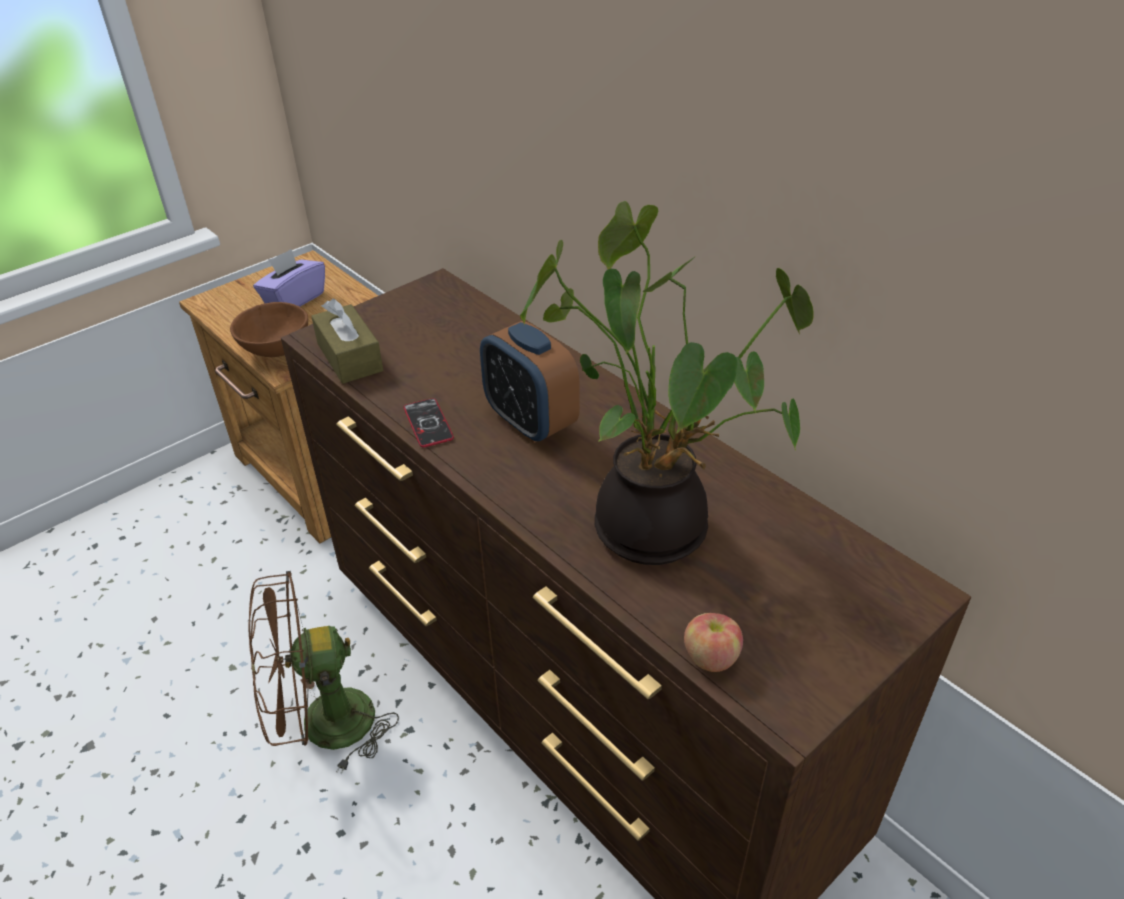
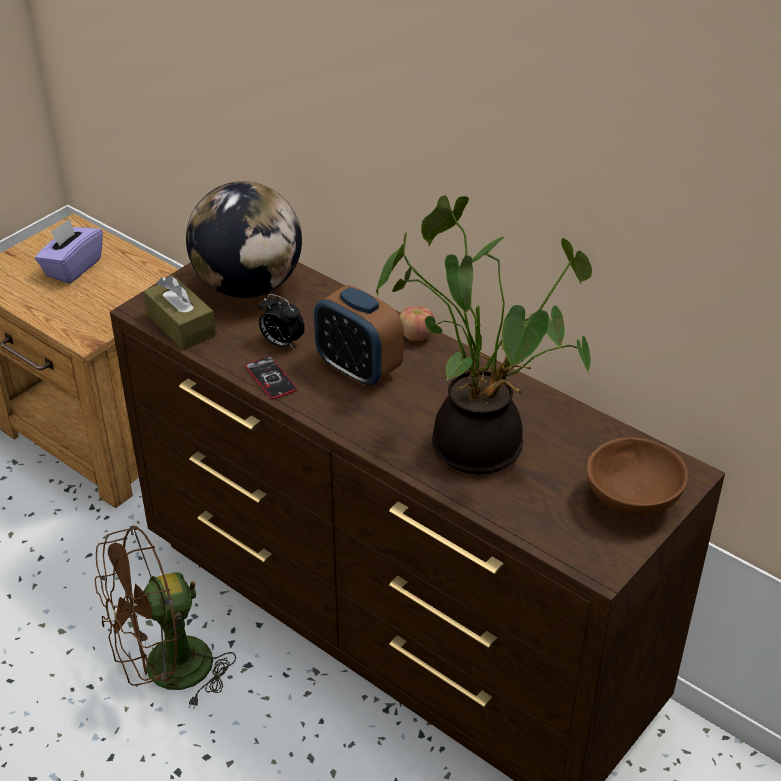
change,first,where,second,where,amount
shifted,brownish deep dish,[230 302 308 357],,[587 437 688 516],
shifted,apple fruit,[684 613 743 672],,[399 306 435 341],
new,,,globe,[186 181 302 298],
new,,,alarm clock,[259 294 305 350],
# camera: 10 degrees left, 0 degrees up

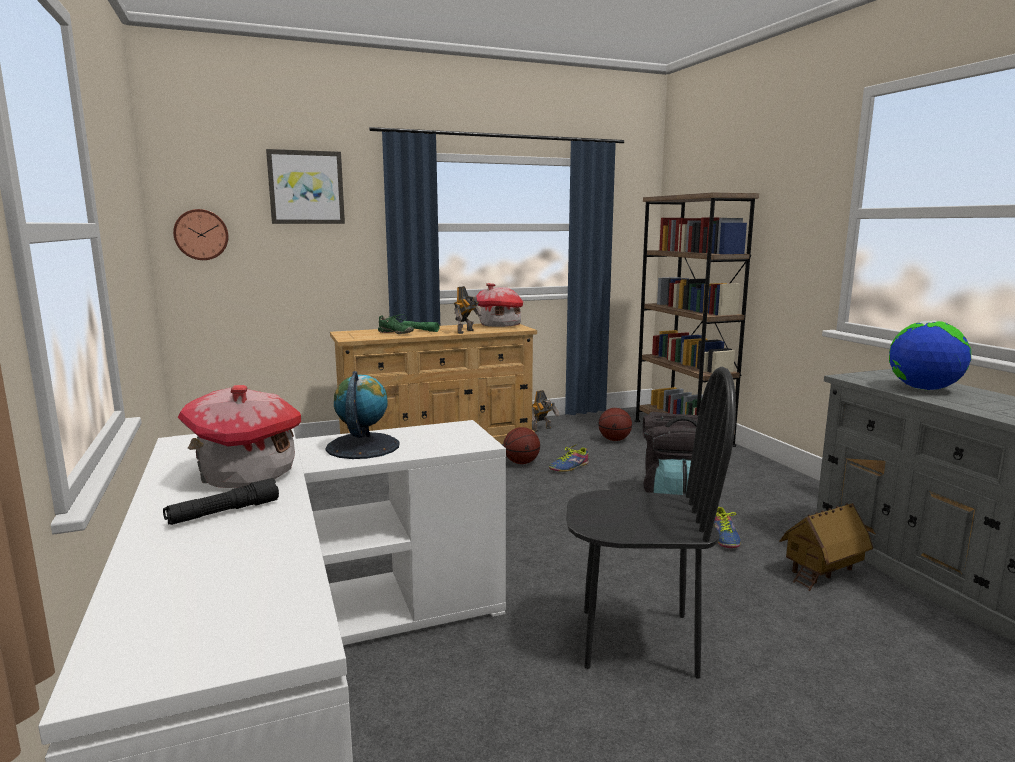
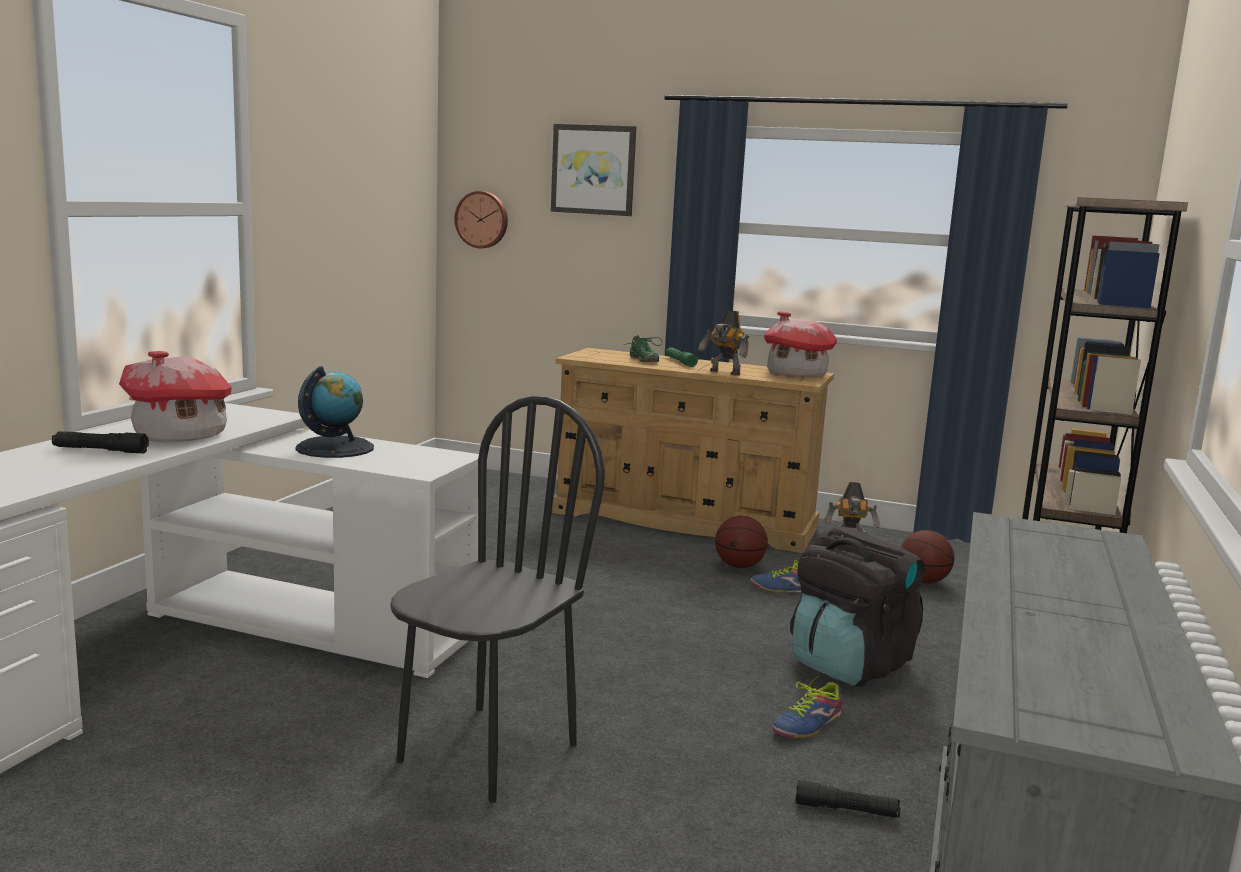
change,first,where,second,where,amount
rotated,toy robot,[454 286 482 334],,[698 310 749 375],60 degrees clockwise
gone,globe,[889 321 971 391],,,
rotated,black plain chair,[566 367 736 679],,[390 396 605 803],105 degrees counterclockwise
swapped,miniature house,[780 503 873 591],black flashlight,[795 780 900 818],
# camera: 40 degrees right, 0 degrees up

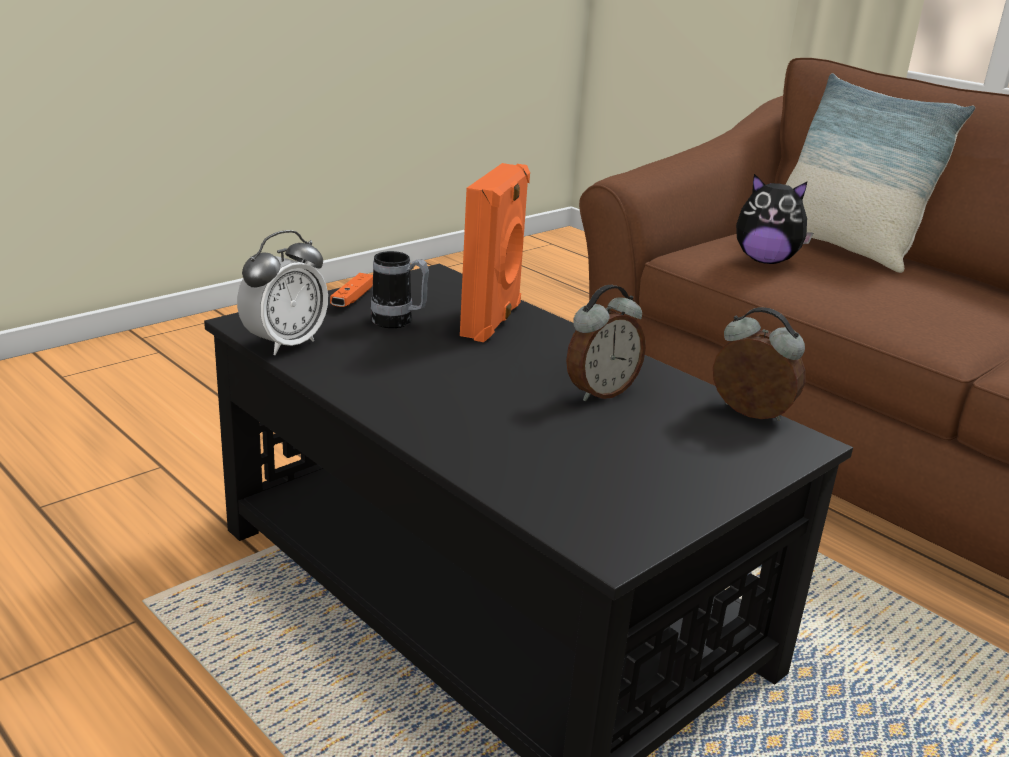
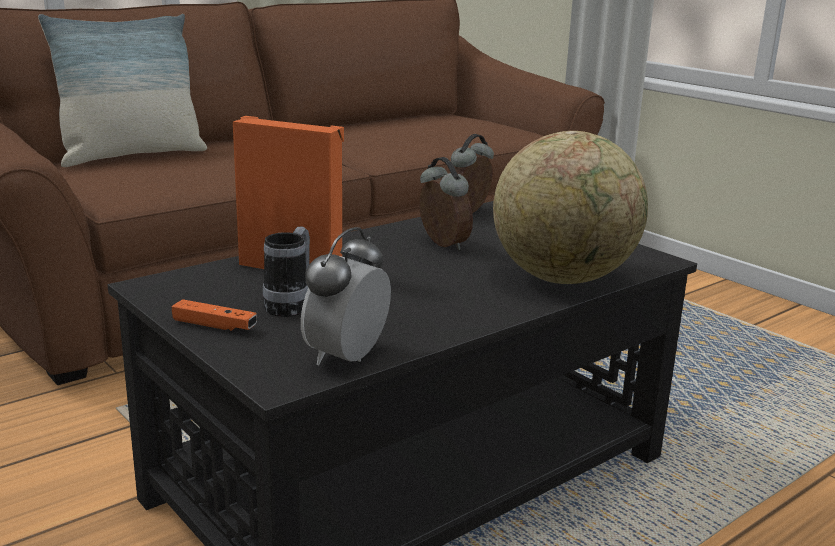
change,first,where,second,where,amount
gone,soft toy,[736 174 813 264],,,
rotated,alarm clock,[237 230 328 355],,[301 227 391 365],105 degrees counterclockwise
new,,,globe,[493 131 648 284],
# camera: 85 degrees left, 5 degrees down

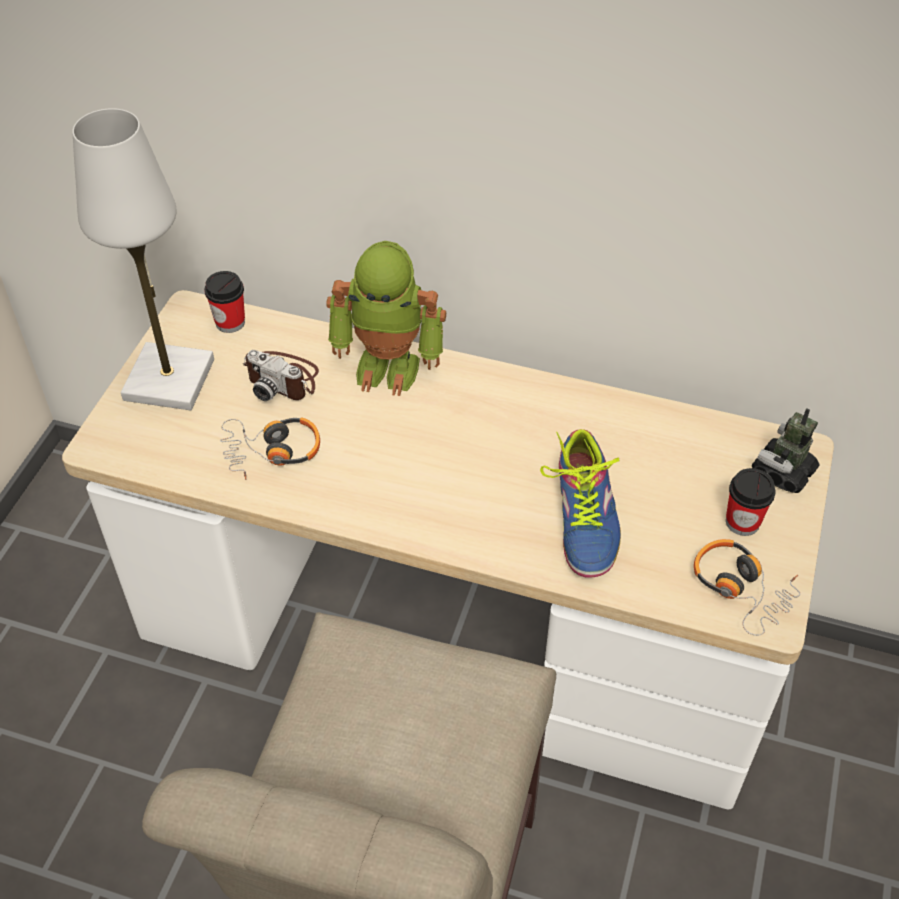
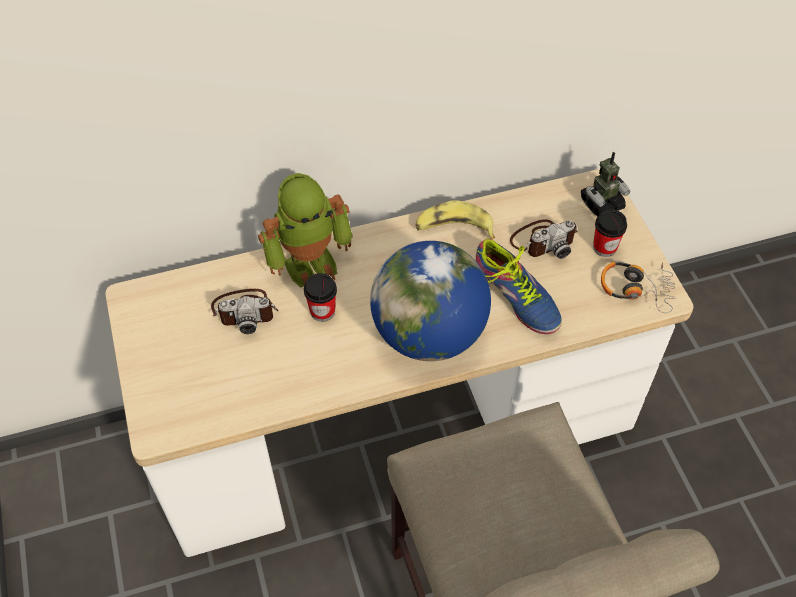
change,first,where,second,where,amount
gone,white tabletop lamp,[72 108 214 410],,,
shifted,drinking cup,[204 271 245 333],,[304 273 337 322],
rotated,toy robot,[752 408 820 493],,[581 152 630 216],120 degrees counterclockwise
gone,pair of headphones,[220 417 320 480],,,
new,,,whole banana,[415 200 495 239],
new,,,photo camera,[510 219 578 259],
new,,,globe,[370 241 491 361],
# camera: 35 degrees left, 5 degrees up

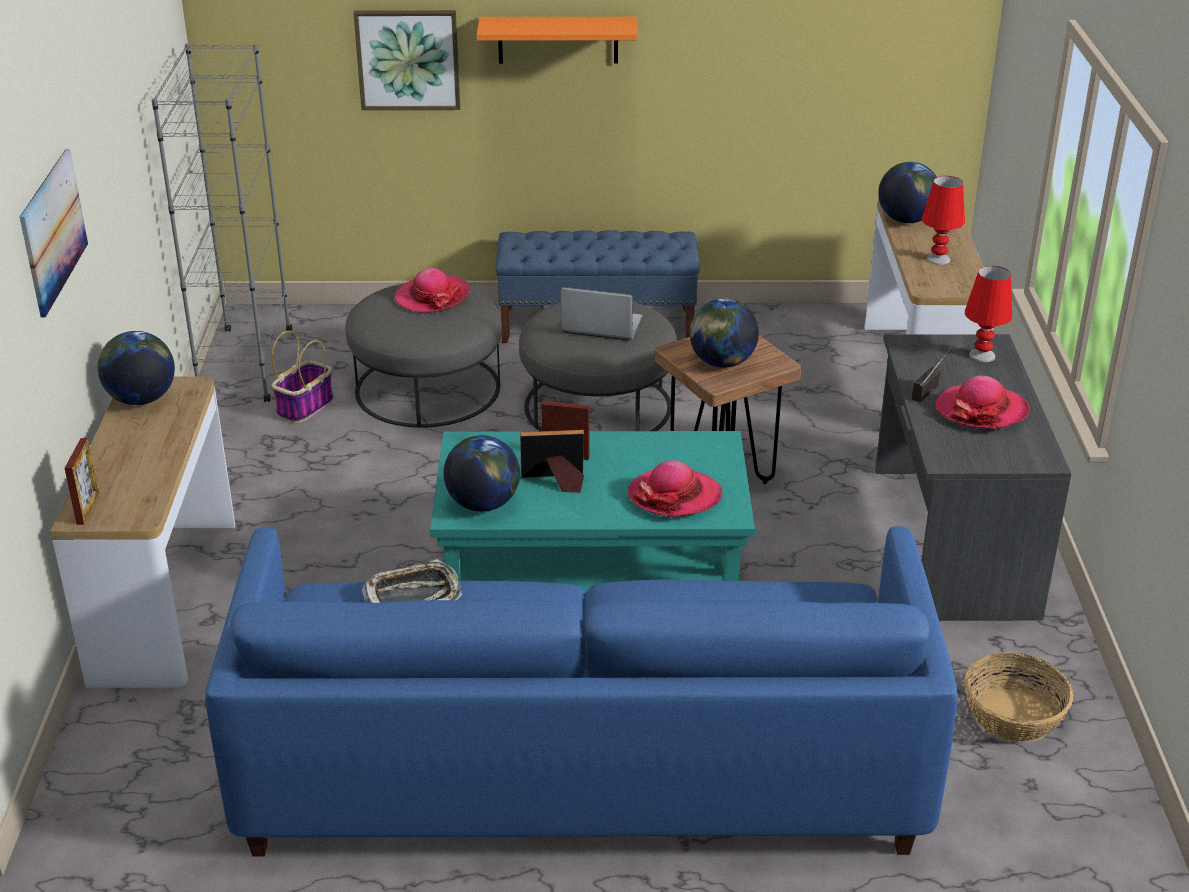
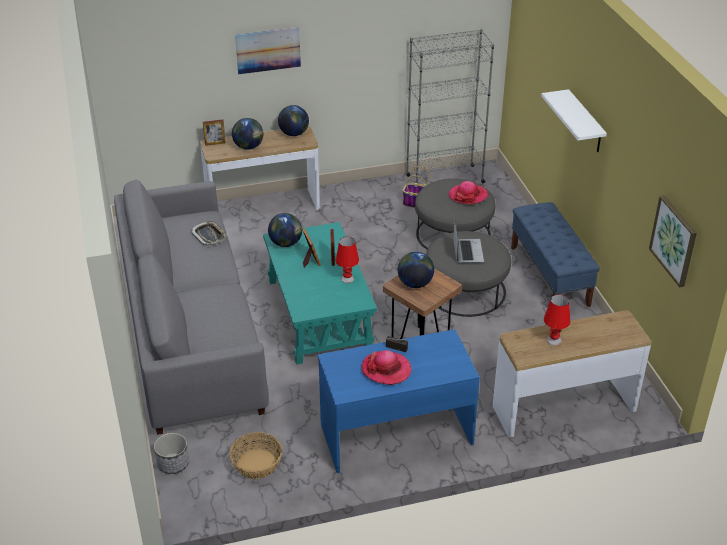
change,first,where,second,where,amount
shifted,wall art,[353 10 460 110],,[649 195 697 288],
repainted,orange-coloured shelf,[477 17 638 64],white shelf,[541 89 607 152],
shifted,globe,[878 162 937 223],,[232 118 263 150],
shifted,red-coloured tabletop lamp,[965 266 1012 362],,[336 237 359 283],
repainted,grey desk unit,[875 334 1071 621],bluish desk unit,[318 329 480 473],
gone,hat,[628 460 722 517],,,
repainted,bluish couch,[205 526 958 857],grey couch,[114 180 269 435],
new,,,flower pot,[154 433 189 474],
# camera: 75 degrees right, 5 degrees up

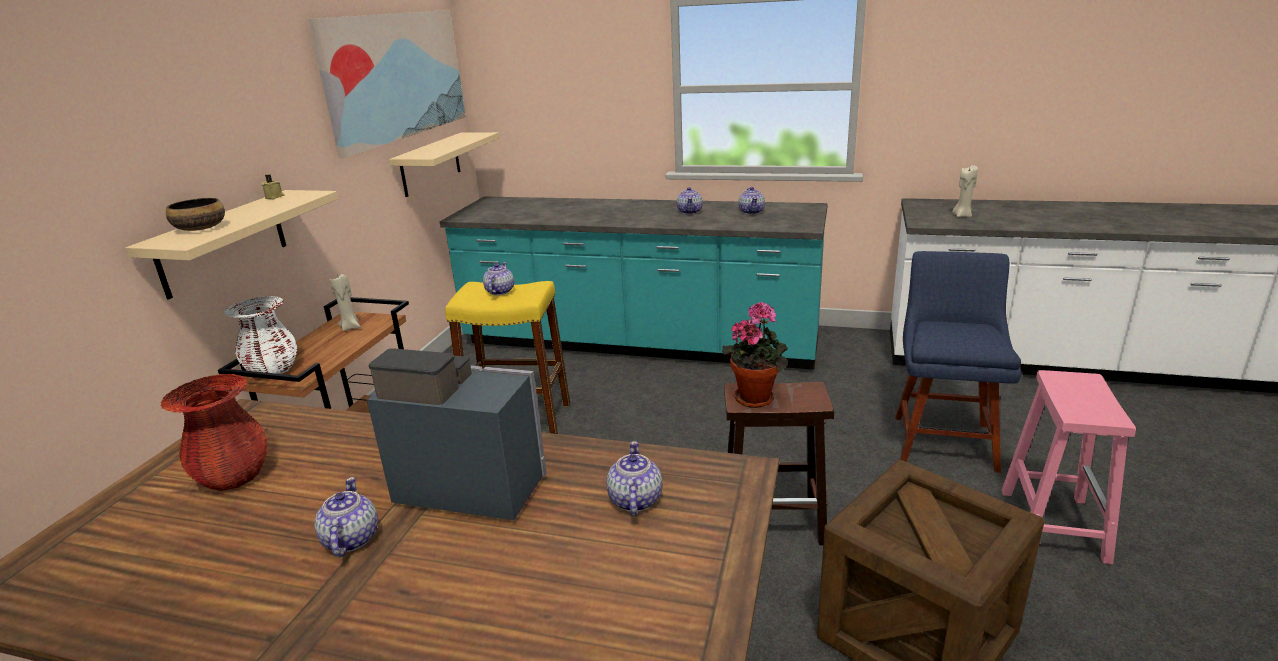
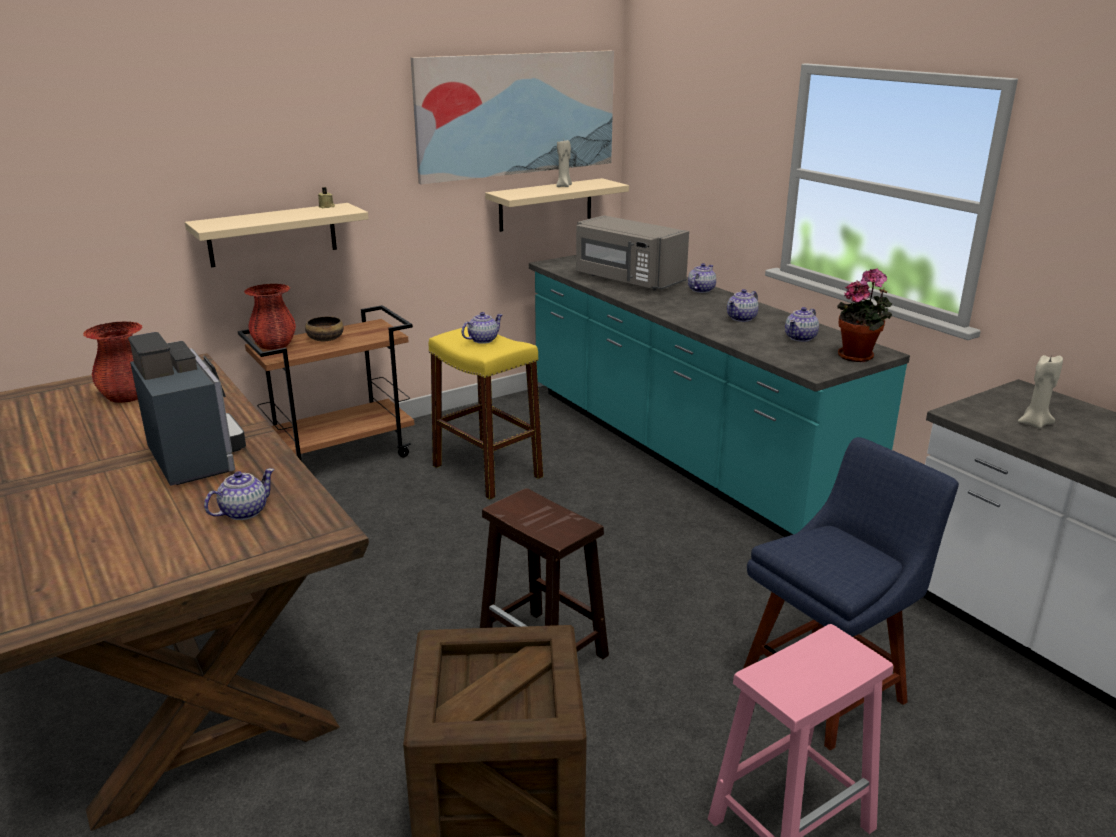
change,first,where,second,where,amount
shifted,deep dish,[166 198 225 231],,[305 316 344 341],
shifted,sand-coloured wax light,[330 274 361 331],,[556 140 572 187],
repainted,white decorative vase,[224 296 297 374],red-coloured decorative vase,[244 284 296 350],
shifted,houseplant,[722 302 788 408],,[837 268 892 362],
shifted,teapot,[314 477 378 558],,[688 263 716 293],
new,,,grey microwave,[576 215 689 291],
# camera: 40 degrees right, 0 degrees up

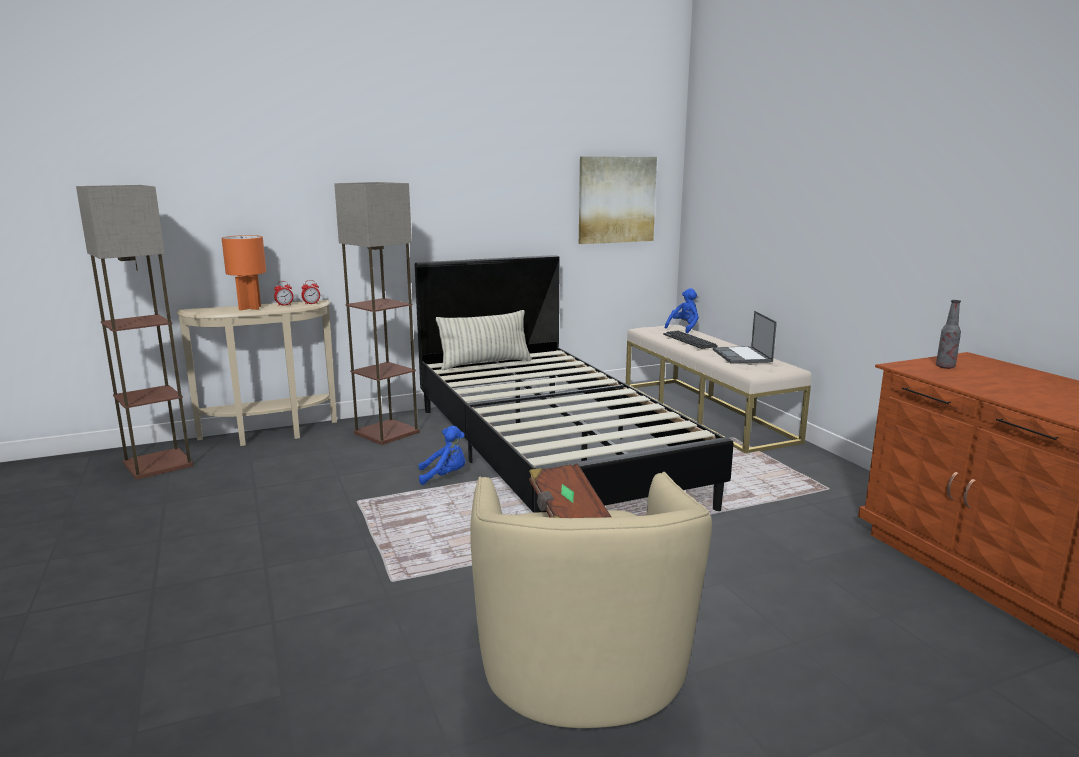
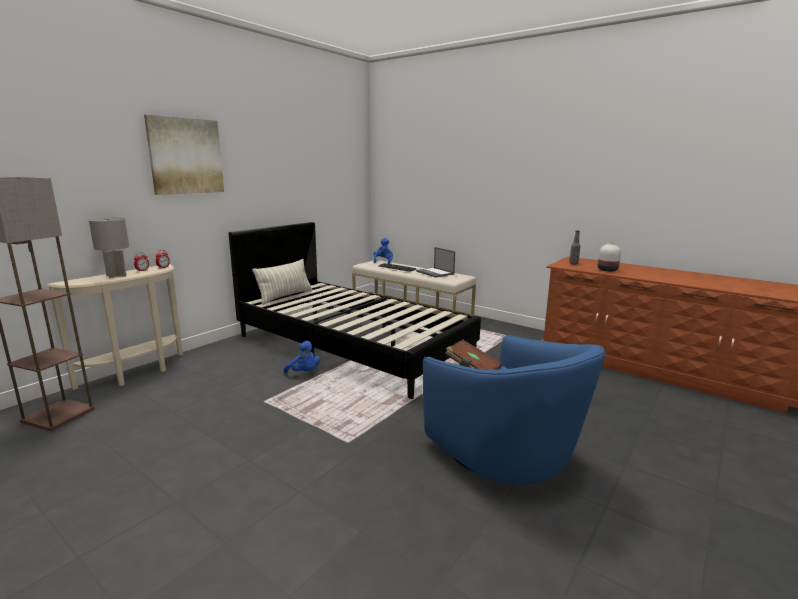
change,first,where,second,where,amount
shifted,wall art,[579 157 657 244],,[144 115 224 195],
gone,standard lamp,[334 182 420 445],,,
repainted,orange-coloured tabletop lamp,[222 235 266 310],grey tabletop lamp,[89 218 129 278],
rotated,bluish soft toy,[418 426 465 485],,[284 341 320 373],75 degrees clockwise
repainted,sand-coloured lounge chair,[470 472 712 728],bluish lounge chair,[423 335 605 485],
new,,,white decorative vase,[598 242 621 272],
# camera: 30 degrees left, 0 degrees up

